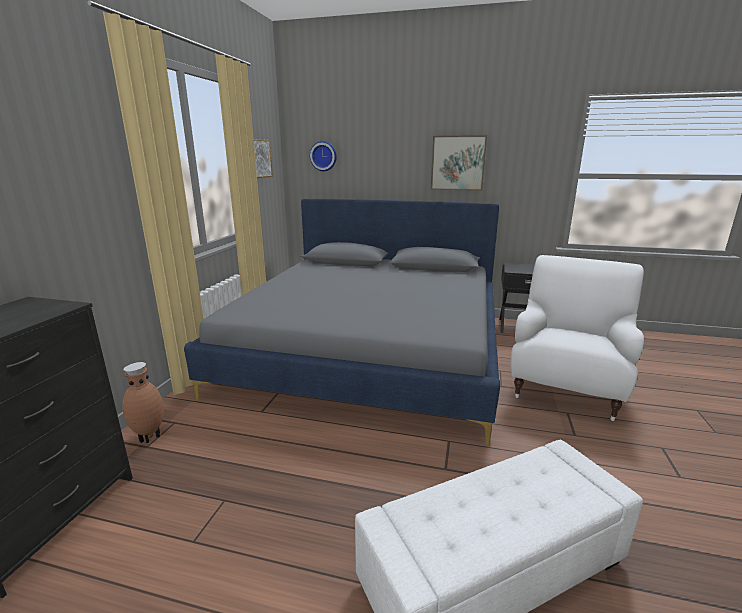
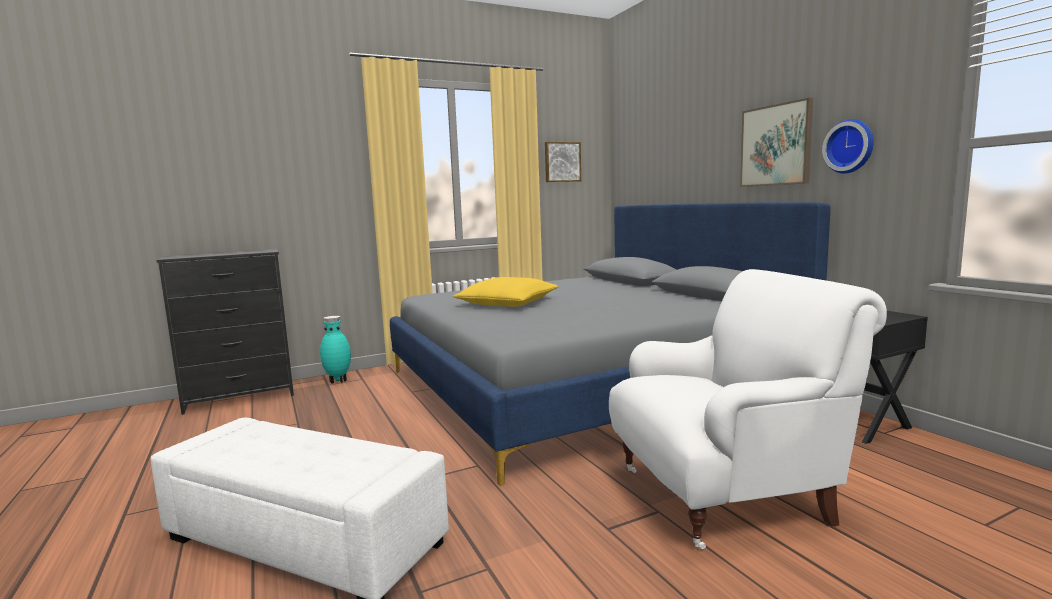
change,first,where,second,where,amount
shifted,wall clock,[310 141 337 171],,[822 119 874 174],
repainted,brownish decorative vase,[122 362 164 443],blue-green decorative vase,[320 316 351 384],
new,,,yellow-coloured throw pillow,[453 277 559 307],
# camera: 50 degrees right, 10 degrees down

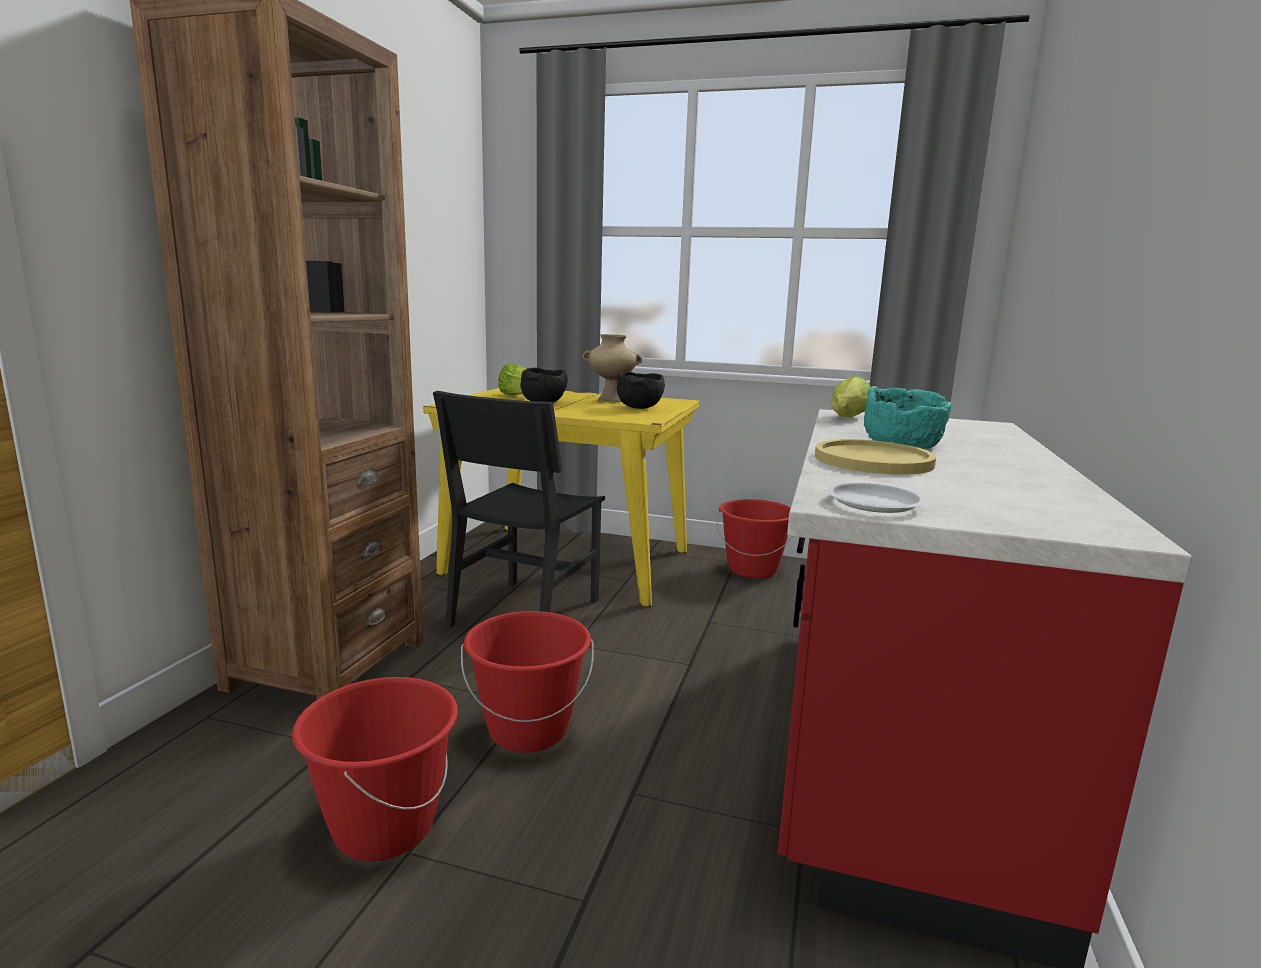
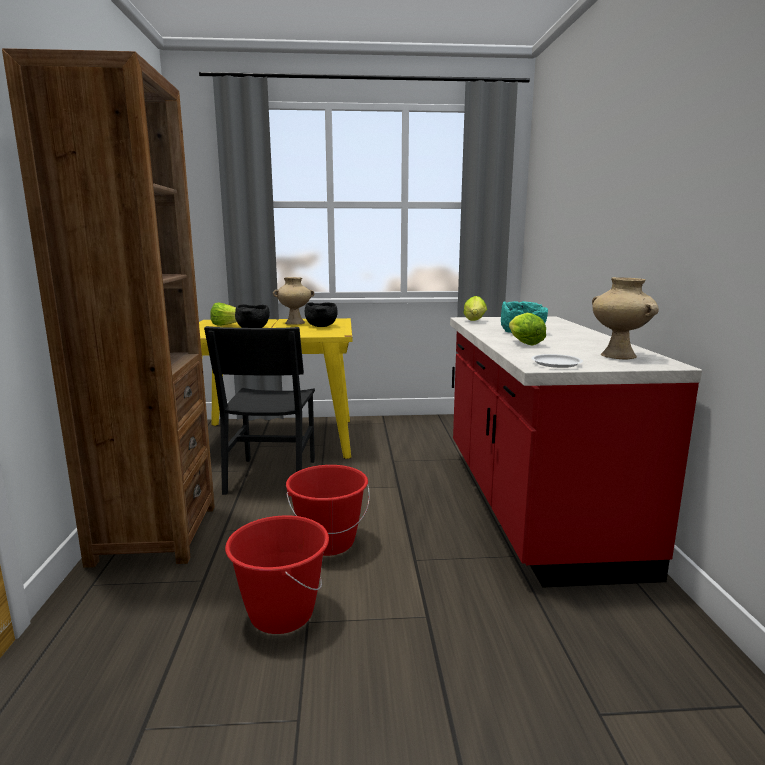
change,first,where,second,where,amount
swapped,yellow-coloured dinner plate,[815 439 936 475],lettuce,[509 313 546 346],
gone,red-coloured pail,[716 499 792 578],,,
new,,,sand-coloured decorative vase,[592 277 659 359],
# camera: 20 degrees left, 0 degrees up

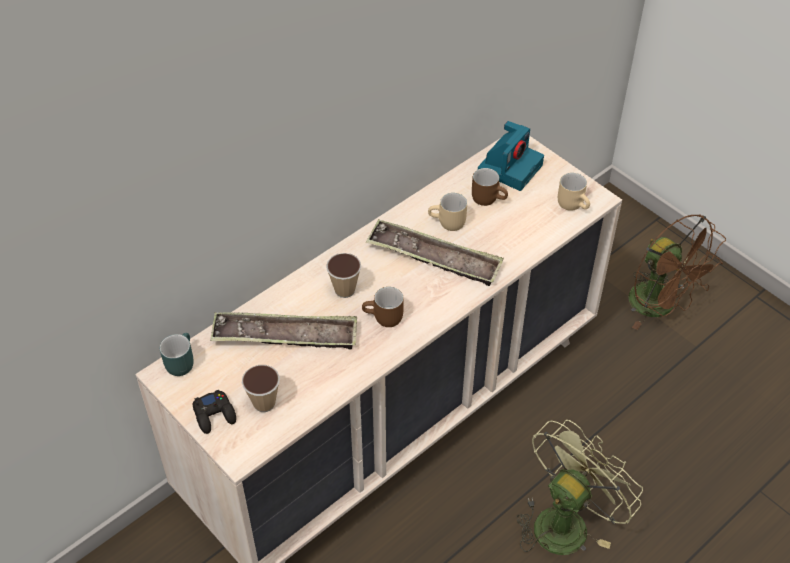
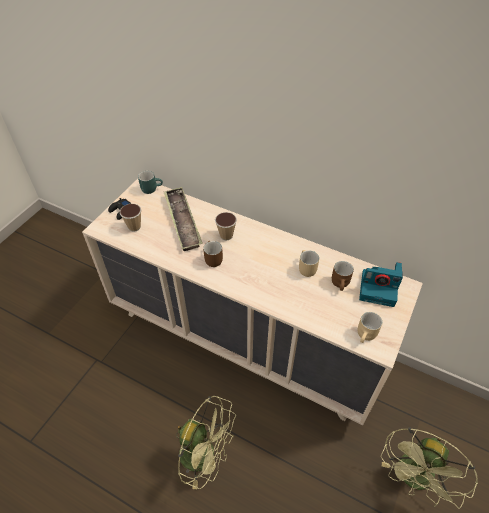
change,first,where,second,where,amount
repainted,brownish electric fan,[628 214 726 330],greenish electric fan,[381 427 478 509],
gone,serving tray,[366 219 504 286],,,
# camera: 70 degrees right, 0 degrees up

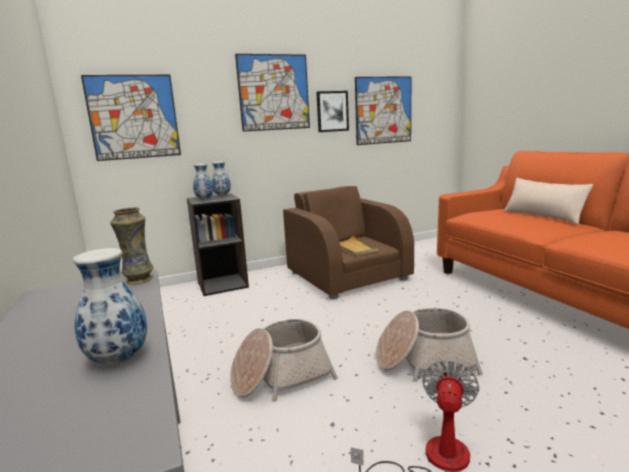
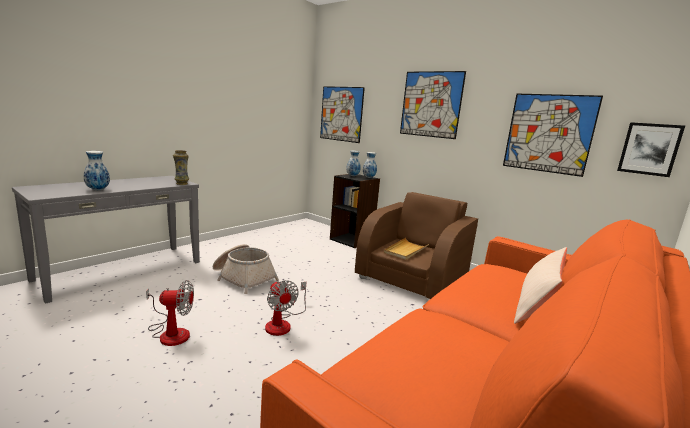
change,first,where,second,where,amount
shifted,wall art,[316 91 349 132],,[617 122 685 177],
swapped,storage basket,[376 308 483 381],electric fan,[265 280 306 336],
# camera: 60 degrees right, 0 degrees up

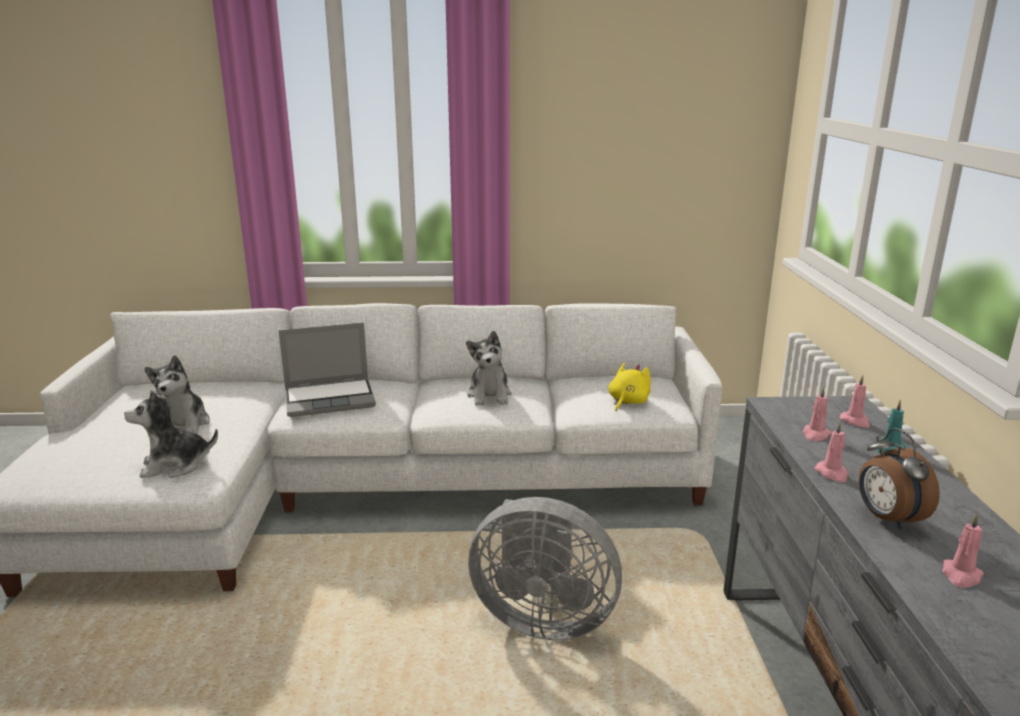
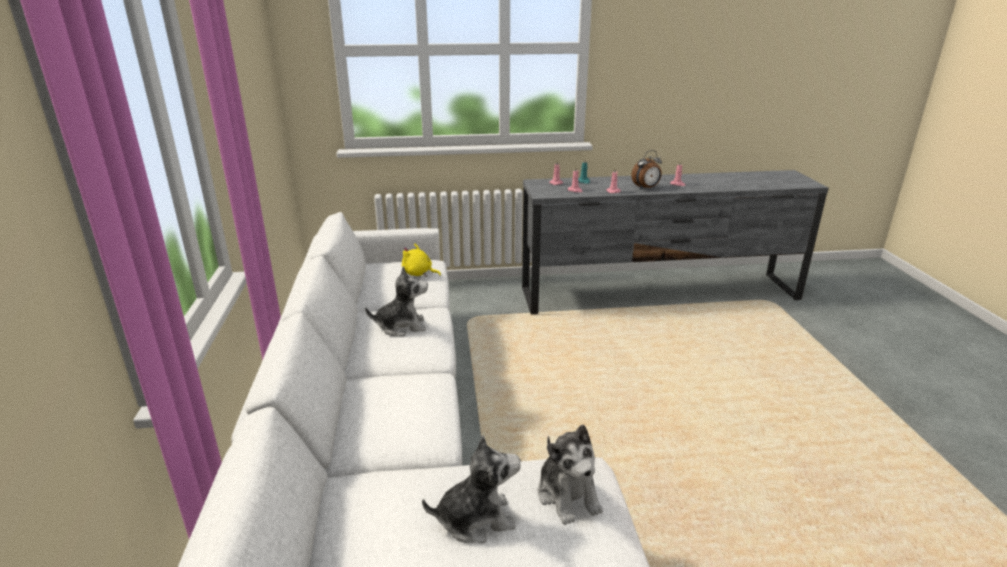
change,first,where,second,where,amount
gone,notebook computer,[278 322 376 417],,,
gone,grey electric fan,[468 497 622 640],,,
# camera: 95 degrees left, 5 degrees up

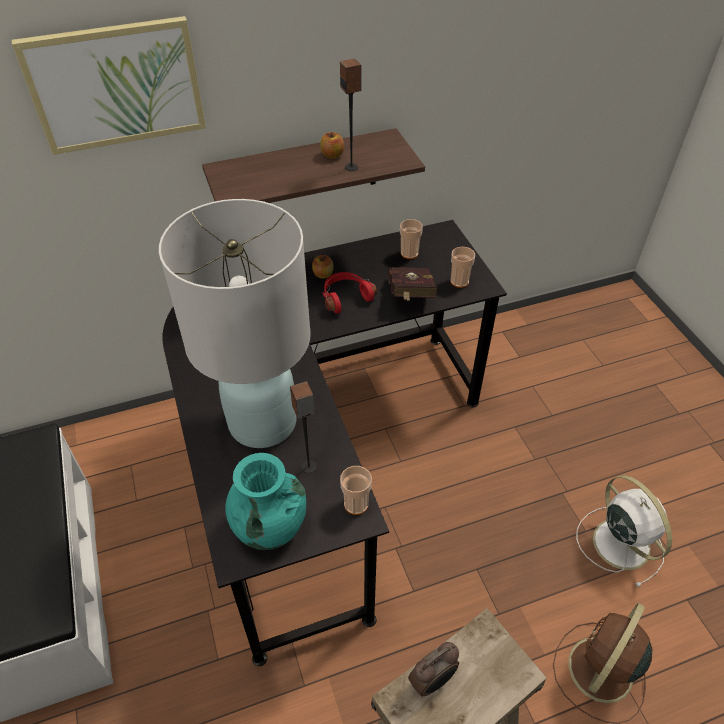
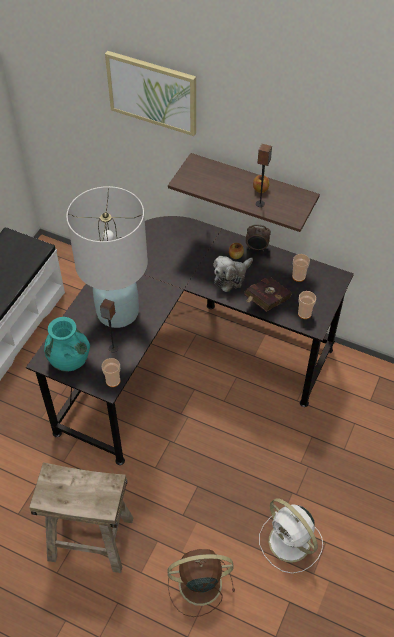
change,first,where,second,where,amount
swapped,red-coloured pair of headphones,[323 272 377 314],soft toy,[213 256 253 292],
rotated,white electric fan,[576 475 672 587],,[259 498 323 574],120 degrees clockwise
shifted,alarm clock,[408 642 459 696],,[246 224 271 251],
# camera: 45 degrees right, 5 degrees up

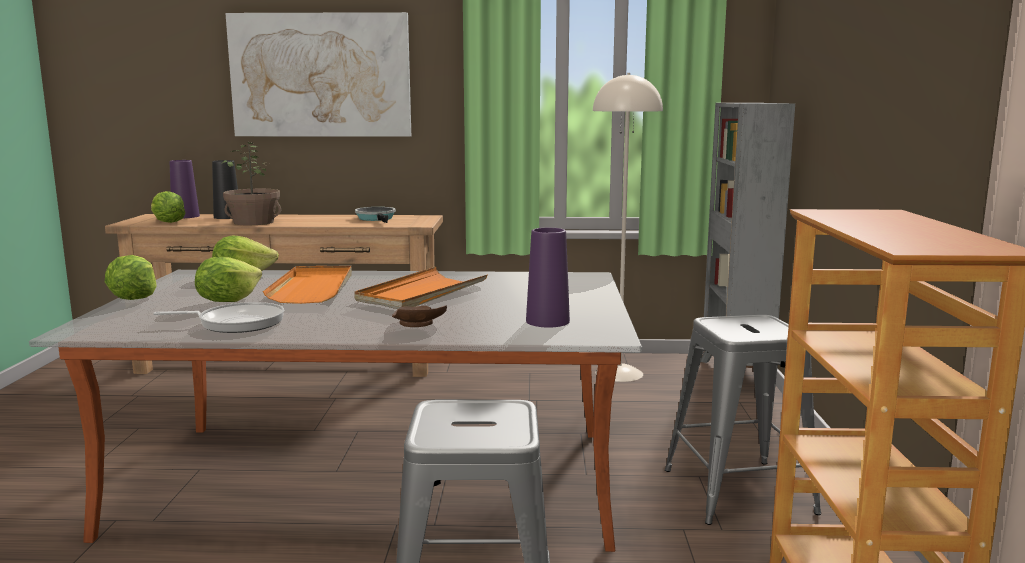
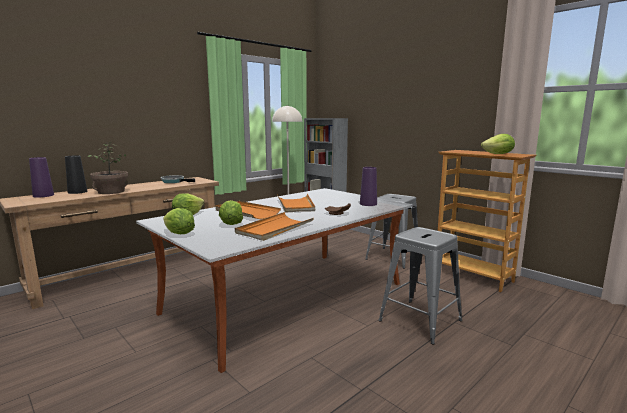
change,first,where,second,where,amount
gone,wall art,[225 12 411 137],,,
shifted,lettuce,[151 191 185 223],,[481 134 515 154],
swapped,pan,[153 302 284 333],orange-coloured serving tray,[235 212 314 241],
# camera: 45 degrees left, 0 degrees up

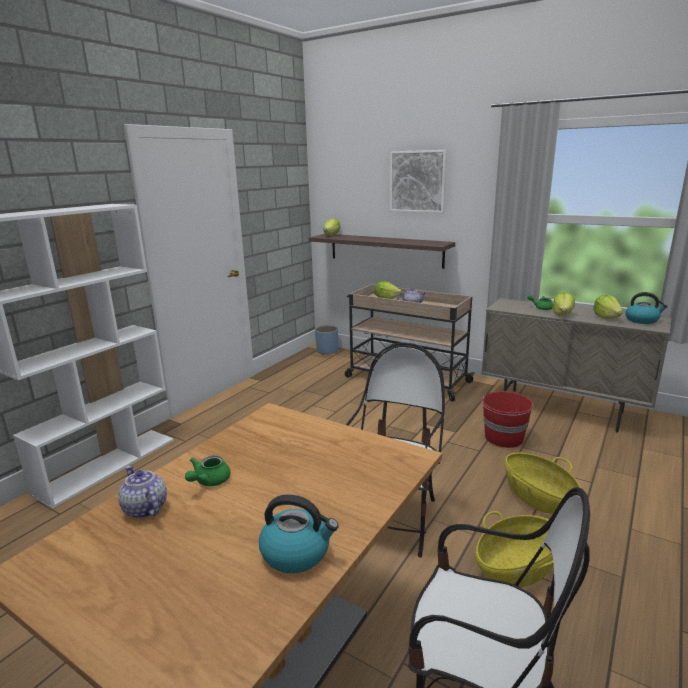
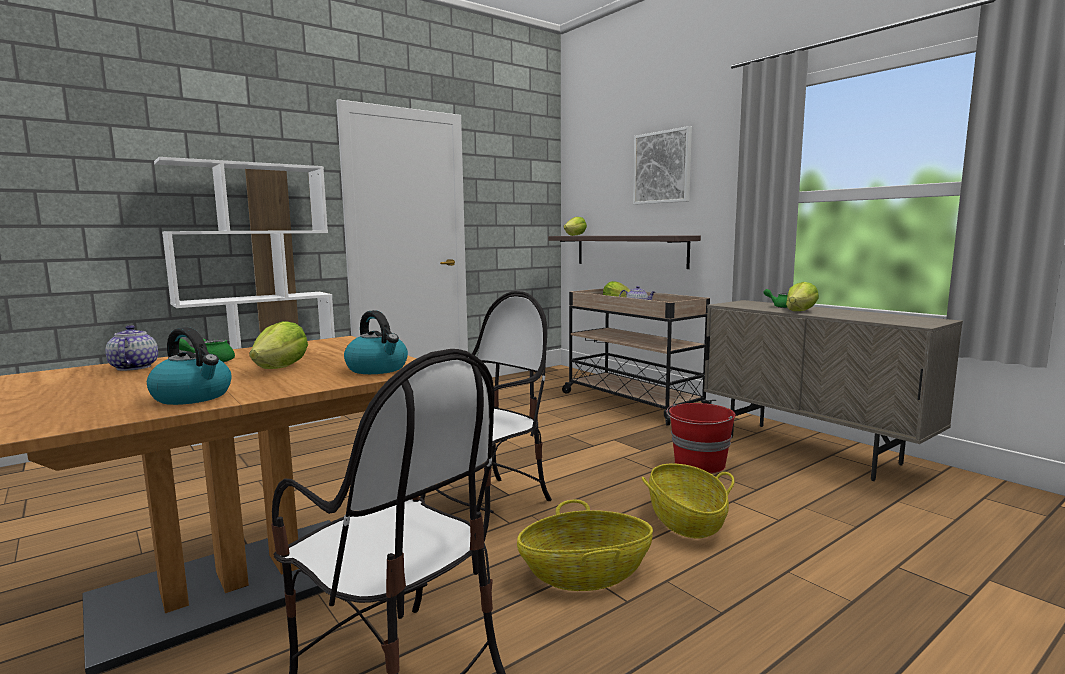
change,first,where,second,where,amount
shifted,tea kettle,[625 292 668 324],,[344 310 408 374],
shifted,lettuce,[593 295 623 319],,[249 321 308 369],
gone,bluish flower pot,[315 325 338 355],,,
# camera: 20 degrees right, 10 degrees down

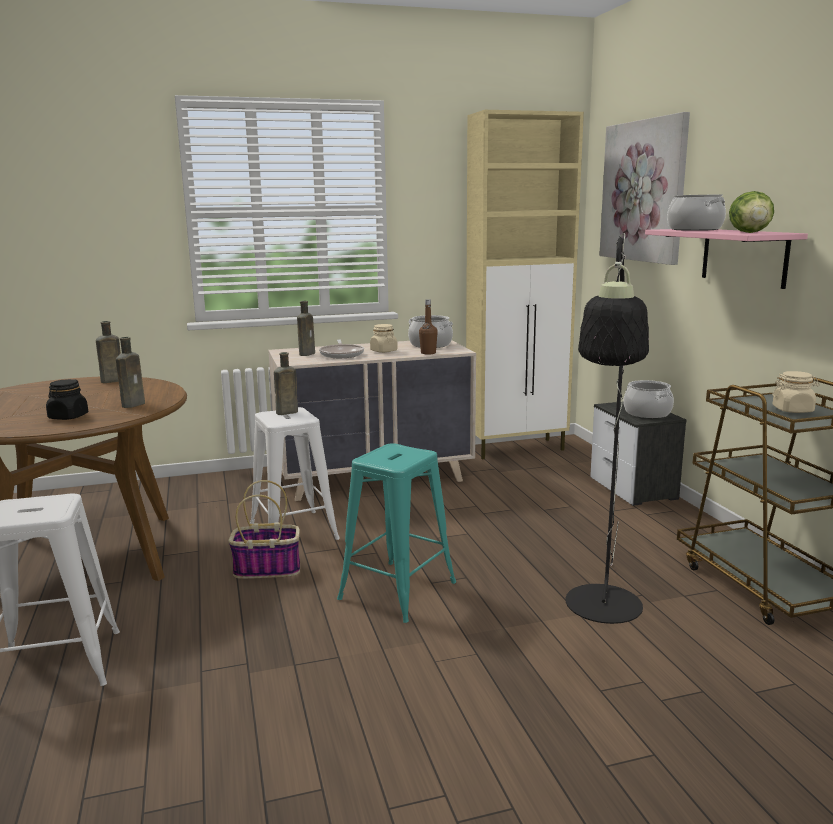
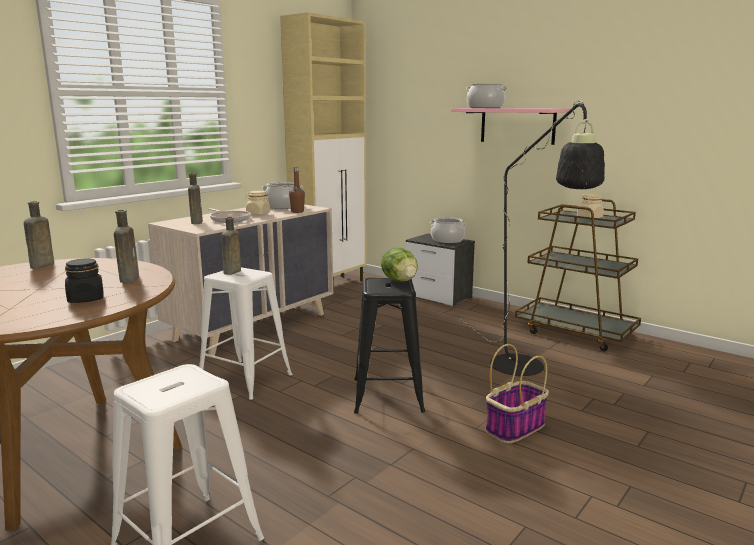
change,first,where,second,where,amount
gone,wall art,[599 112 690 265],,,
shifted,lettuce,[729 191 774 233],,[381 247 418 282],
repainted,blue-green stool seat,[337 443 456 623],black stool seat,[354 278 425 414],
shifted,storage basket,[229 480 300 579],,[486 344 549 443],
# camera: 35 degrees left, 0 degrees up

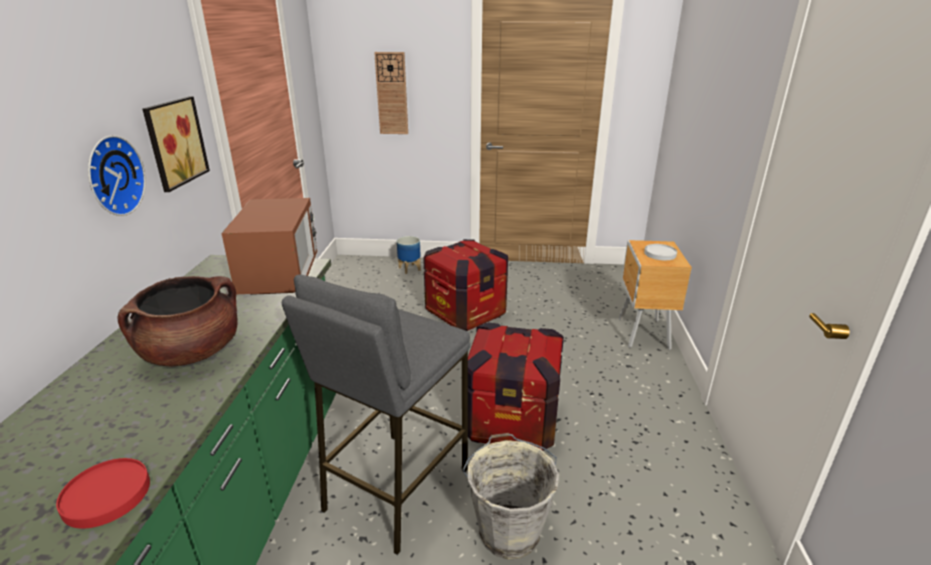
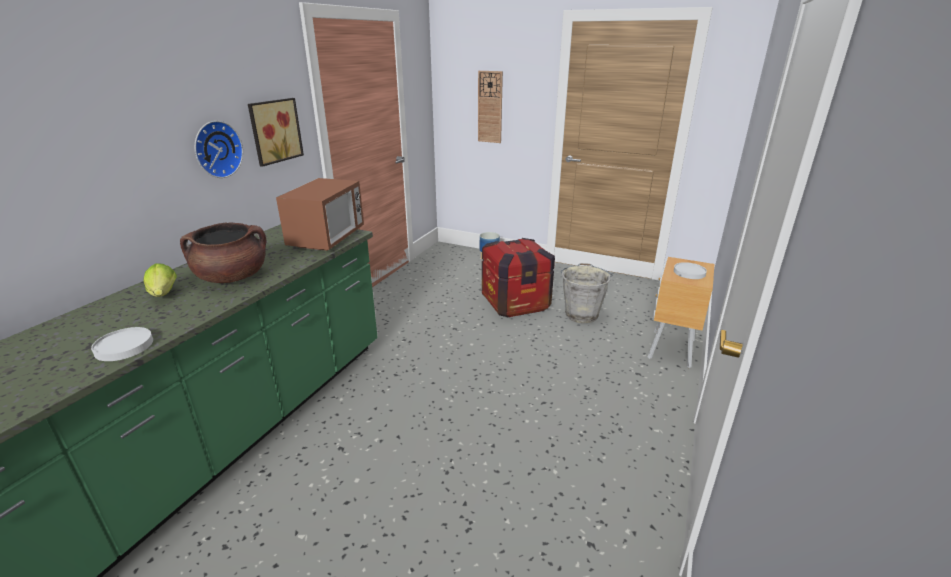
change,first,where,second,where,amount
gone,grey stool seat,[282 274 470 555],,,
gone,crate,[468 322 564 451],,,
shifted,grey pail,[462 433 559 560],,[561 263 612 323],
repainted,red-coloured dinner plate,[56 458 150 529],white dinner plate,[91 327 153 361],
new,,,lettuce,[144 264 177 297],
# camera: 20 degrees right, 0 degrees up

